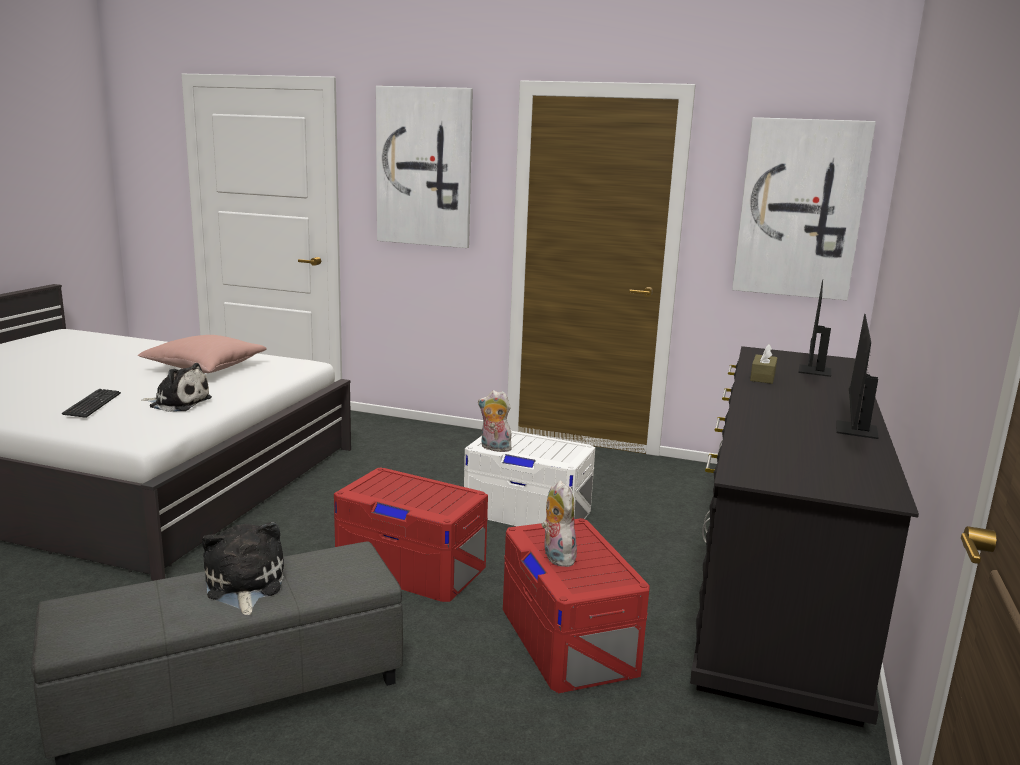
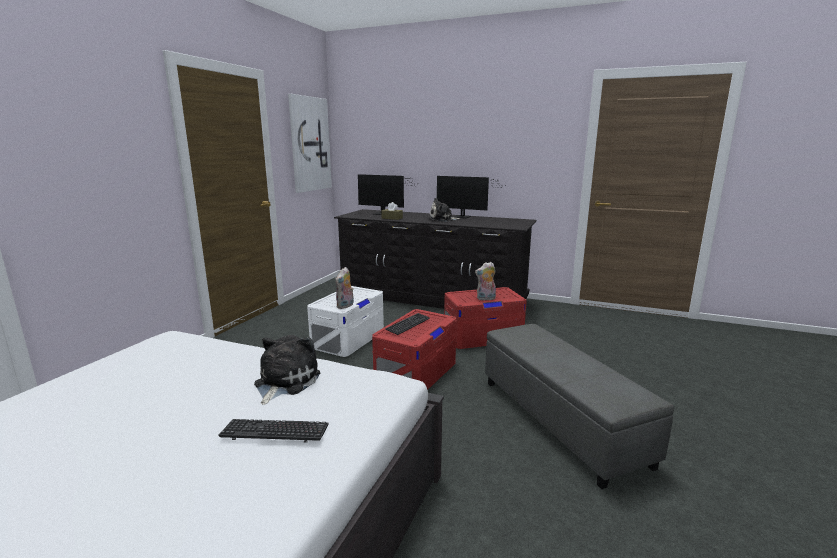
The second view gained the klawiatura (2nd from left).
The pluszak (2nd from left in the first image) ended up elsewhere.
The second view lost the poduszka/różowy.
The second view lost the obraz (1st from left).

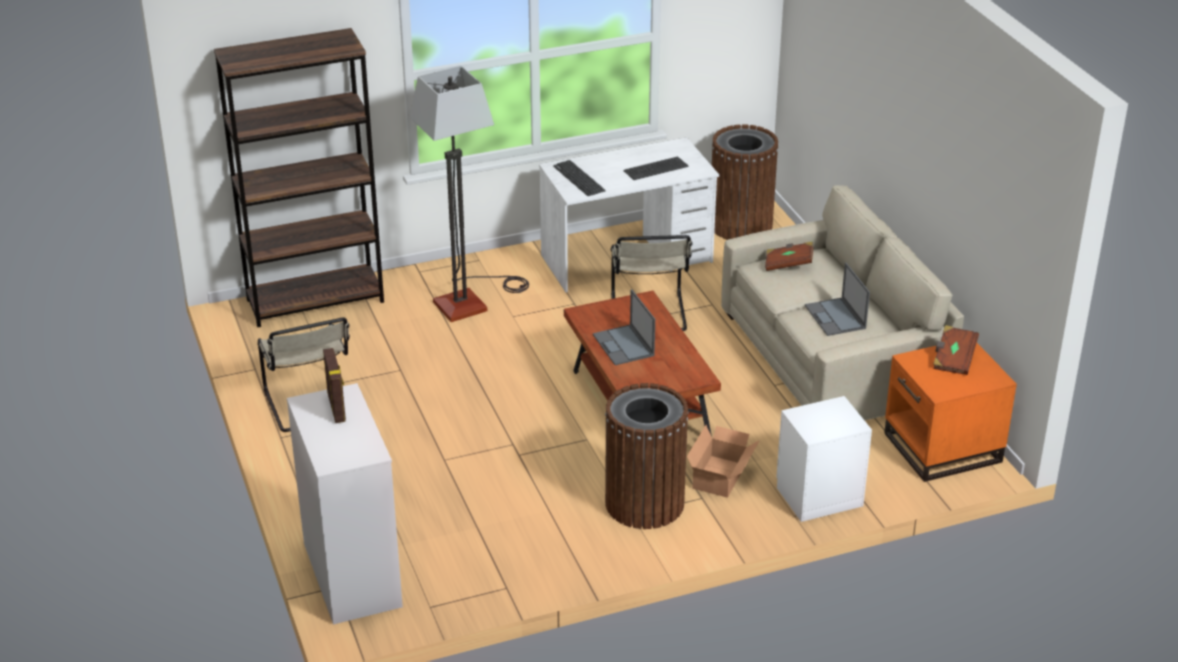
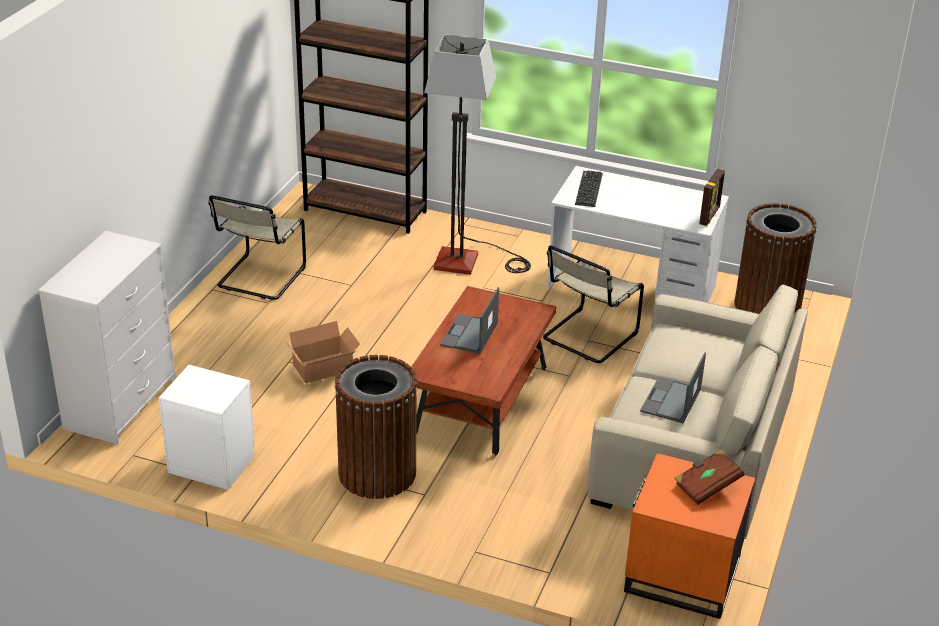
The szafka nocna/biały ended up elsewhere.
The karton ended up elsewhere.
The ramka na zdjęcie ended up elsewhere.
The second view lost the klawiatura (2nd from left).
The second view lost the książka/brązowy (1st from left).

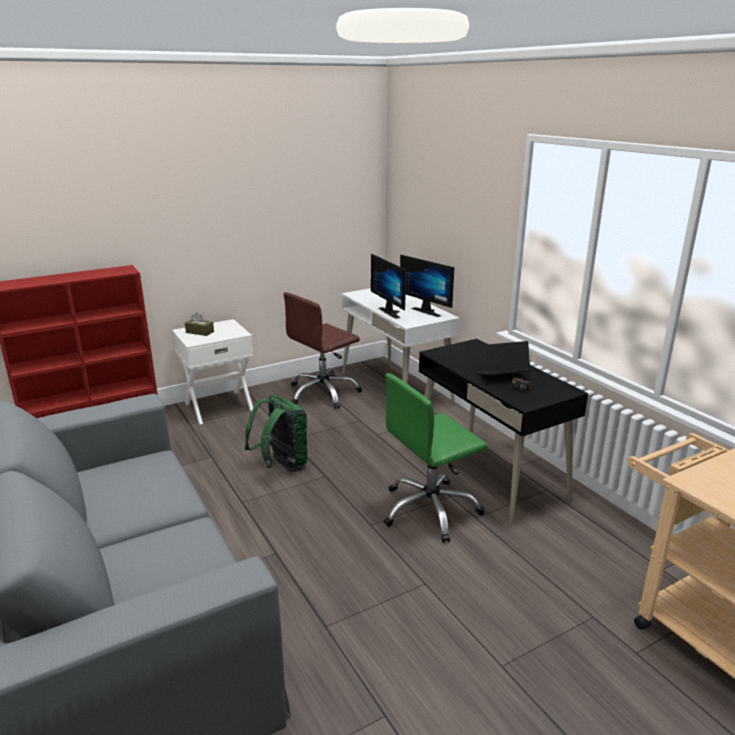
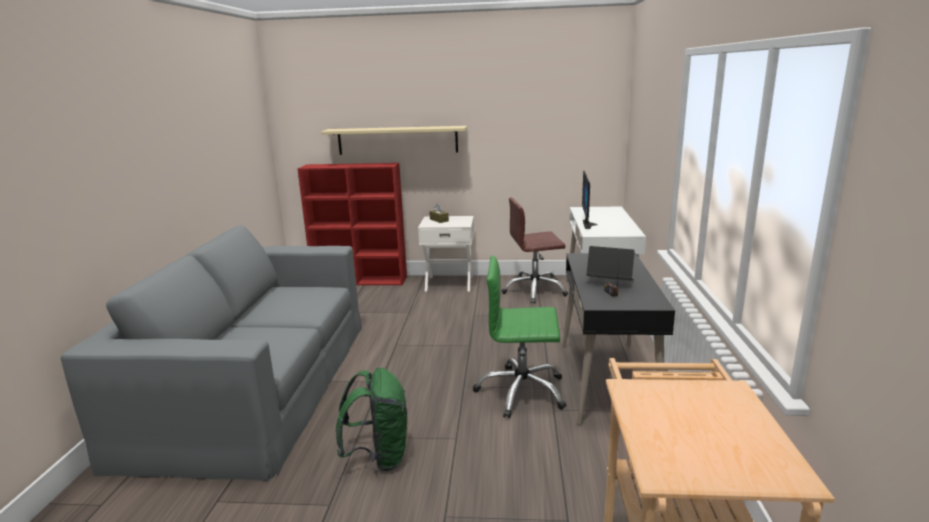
The second view gained the półka/beżowy.
The plecak/zielony ended up elsewhere.
The second view lost the monitor (2nd from left).

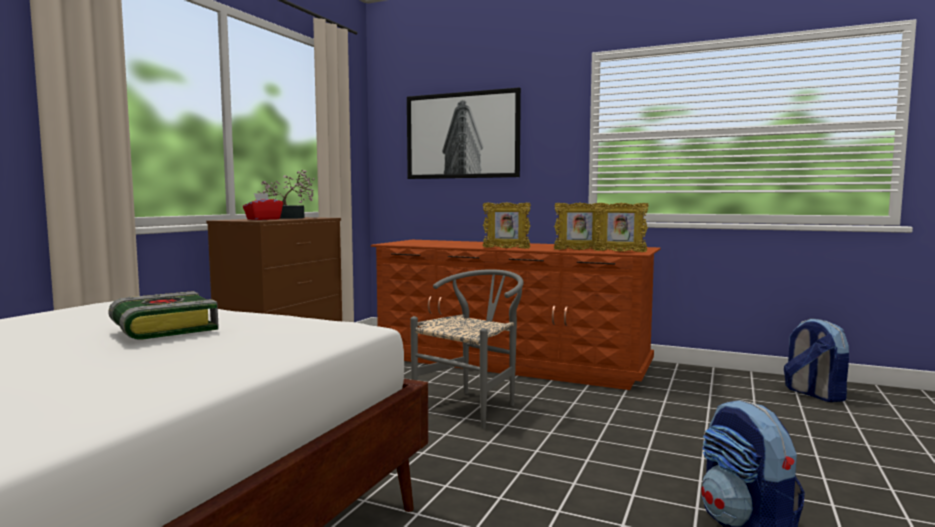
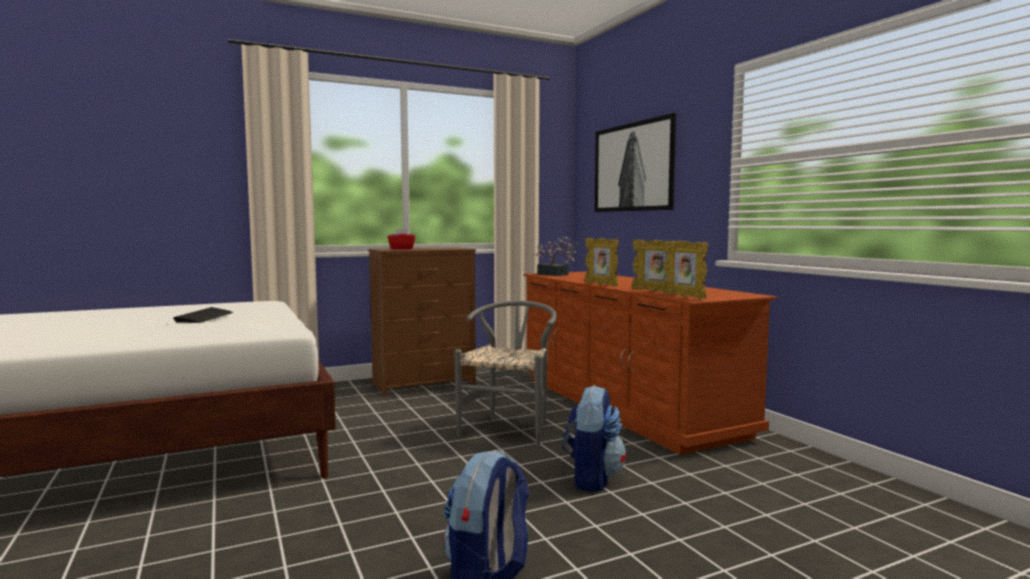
Where the książka stood, the klawiatura came to stand.
The krzesło/szary ended up facing another way, 60 degrees counterclockwise from before.
The roślina doniczkowa ended up elsewhere.
The plecak (2nd from left) ended up elsewhere.

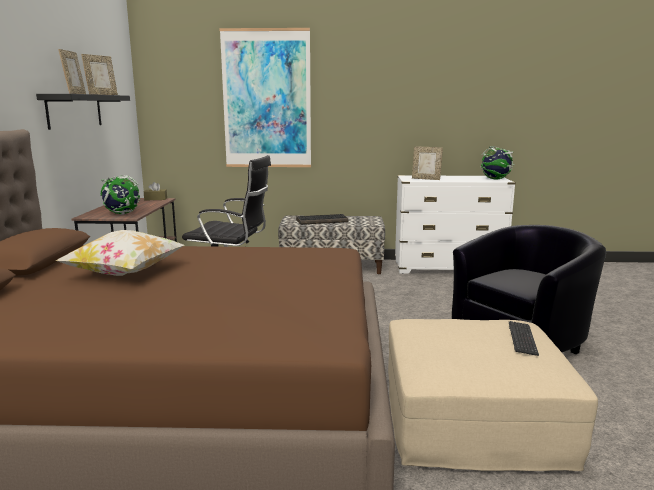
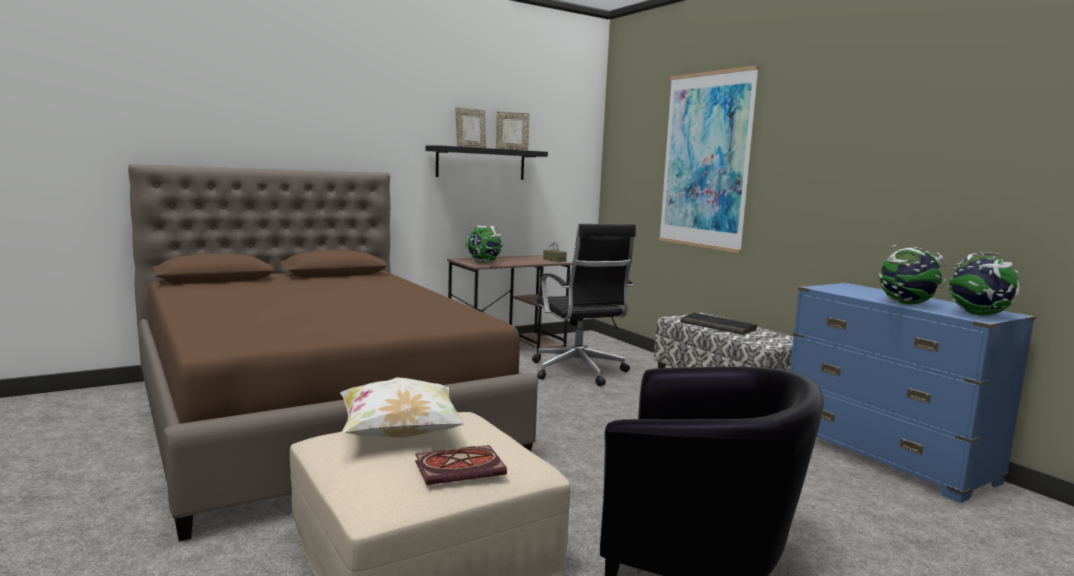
The poduszka ended up elsewhere.
Where the klawiatura (2nd from left) stood, the książka came to stand.
What was the komoda/biały turned into the komoda/niebieski.
The second view gained the globus (2nd from left).
The second view lost the ramka na zdjęcie (3rd from left).

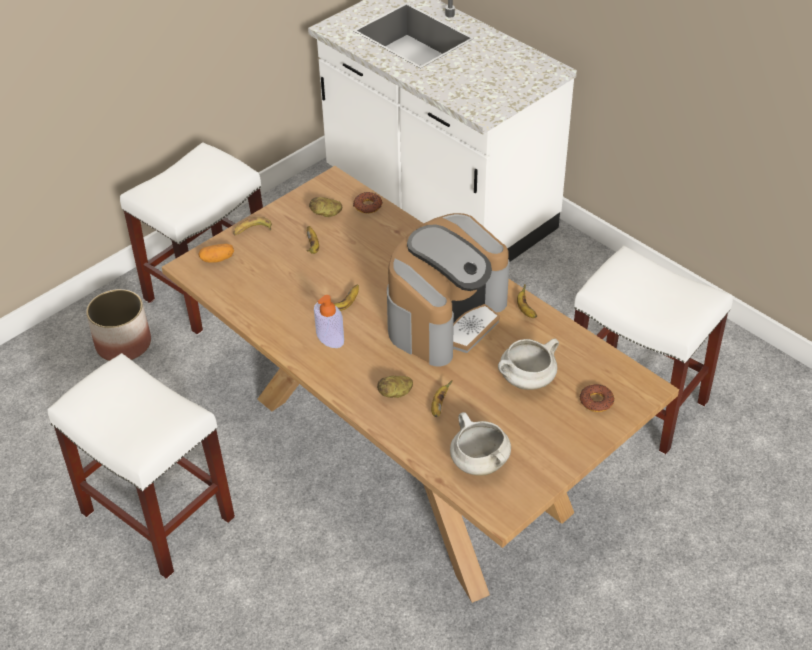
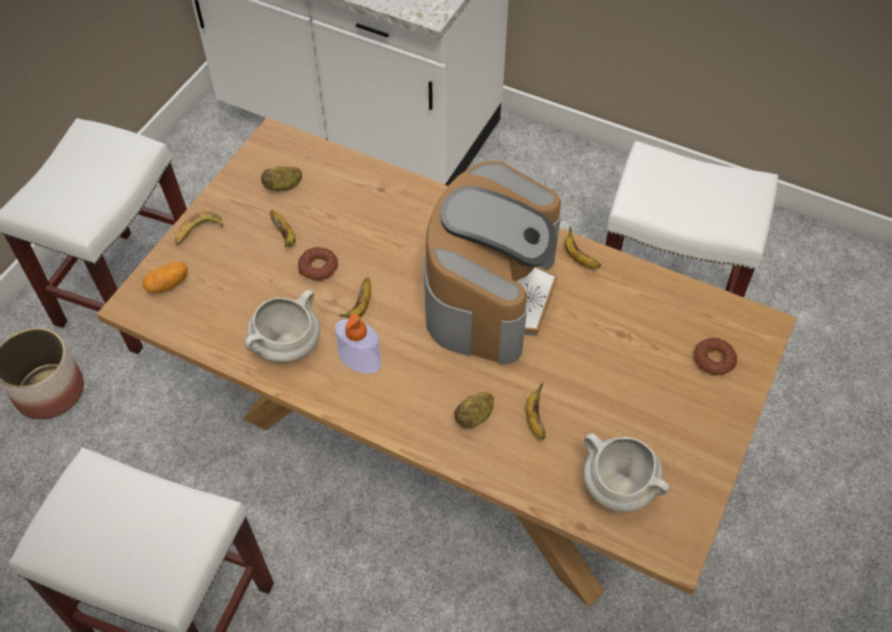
The garnek/biały (2nd from left in the first image) ended up elsewhere.
The donut (1st from left) ended up elsewhere.

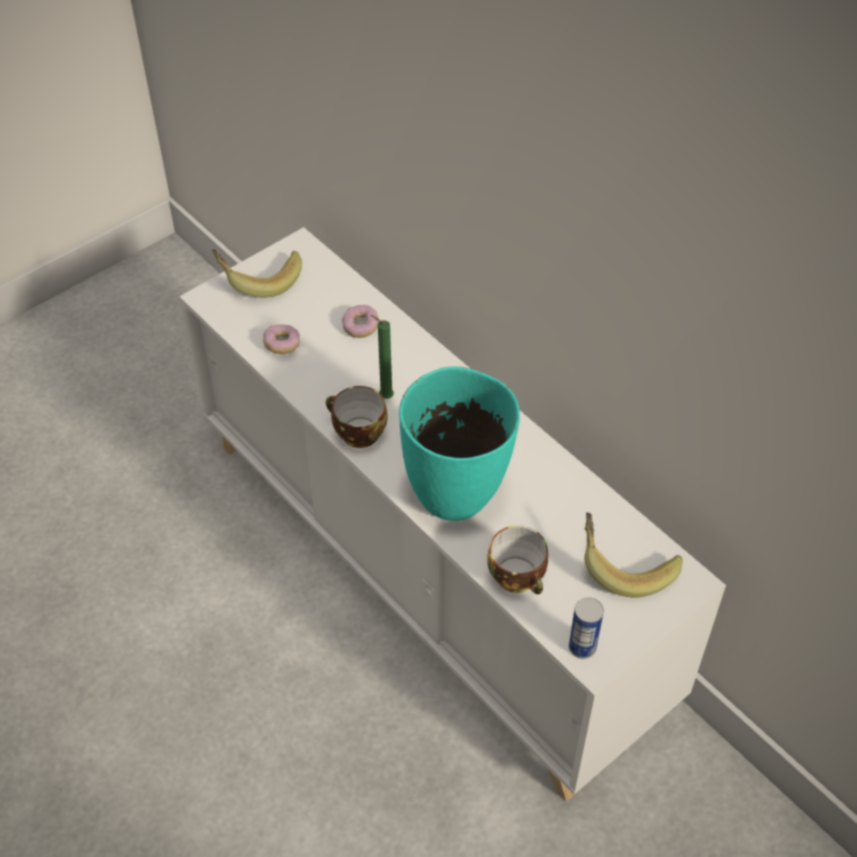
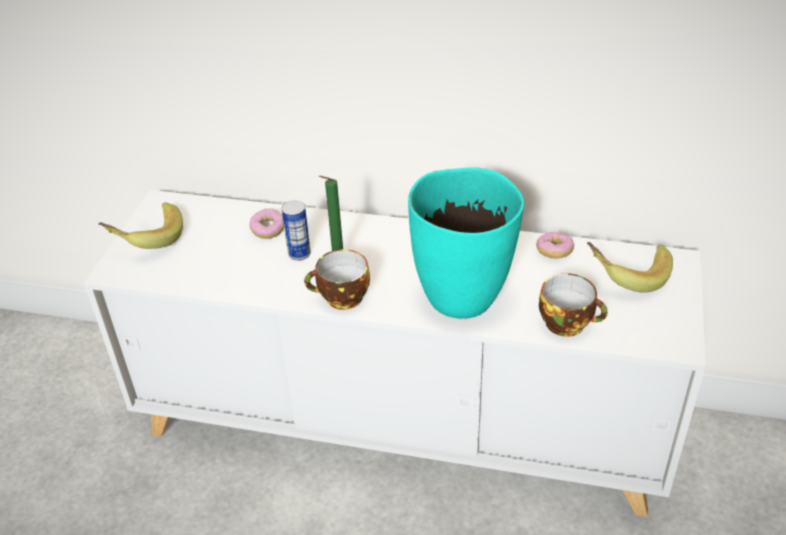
The puszka ended up elsewhere.
The donut (1st from left in the first image) ended up elsewhere.

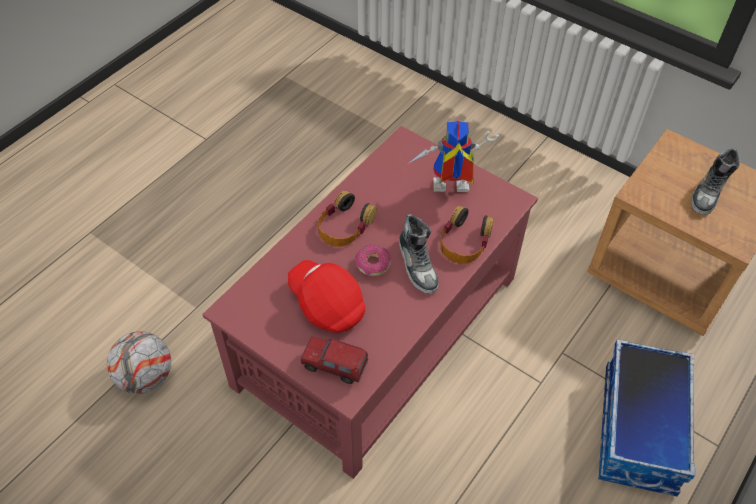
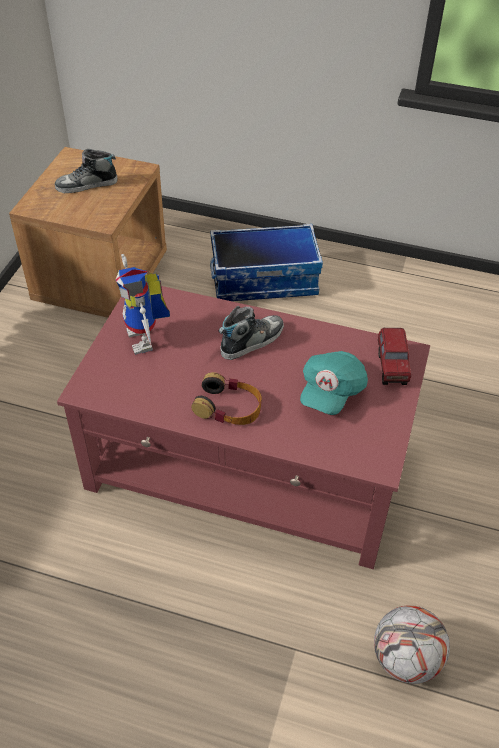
The but (2nd from left in the first image) ended up facing another way, 150 degrees clockwise from before.
What was the czapka z daszkiem/czerwony turned into the czapka z daszkiem/turkusowy.
The second view lost the donut.
The second view lost the słuchawki (2nd from left).

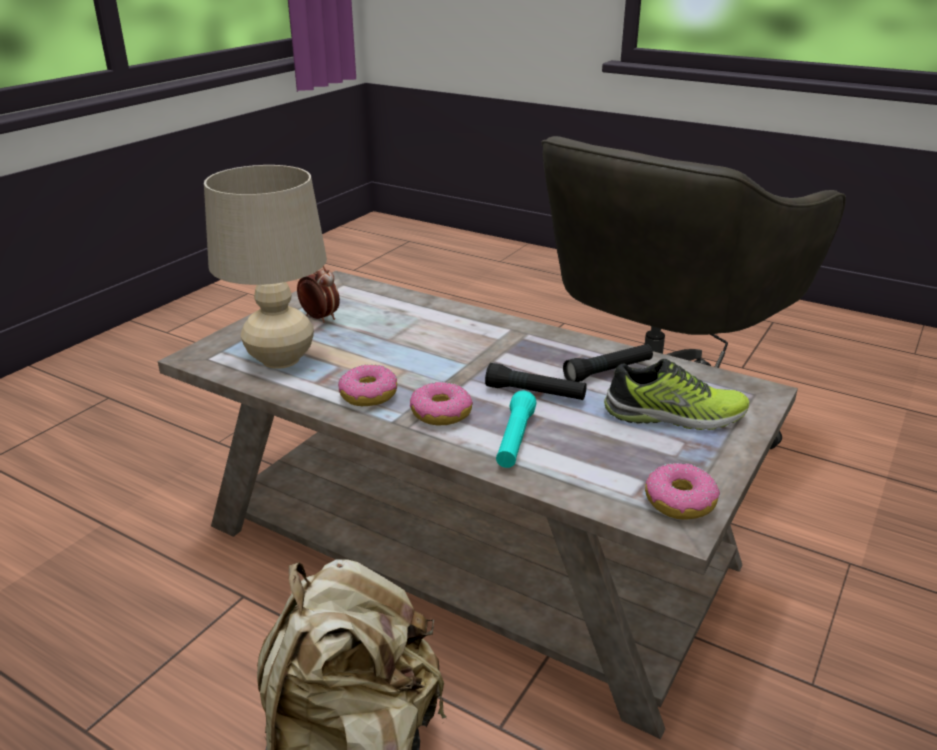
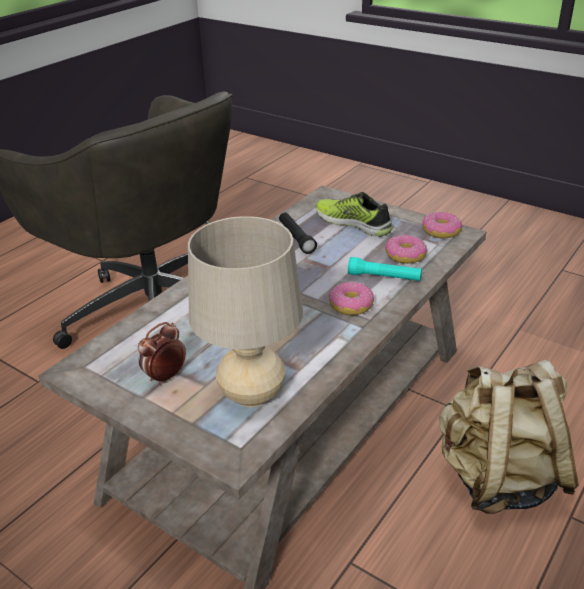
The but ended up facing another way, 60 degrees counterclockwise from before.
The donut (1st from left in the first image) ended up elsewhere.
The second view lost the latarka/czarny (1st from left).

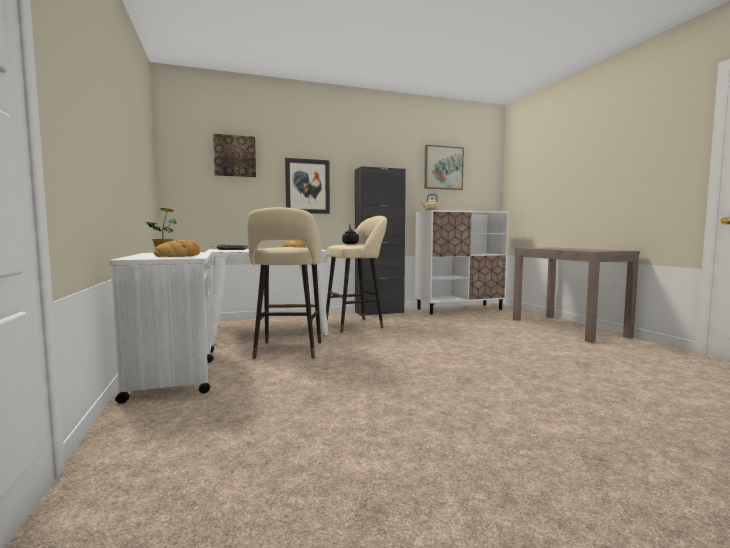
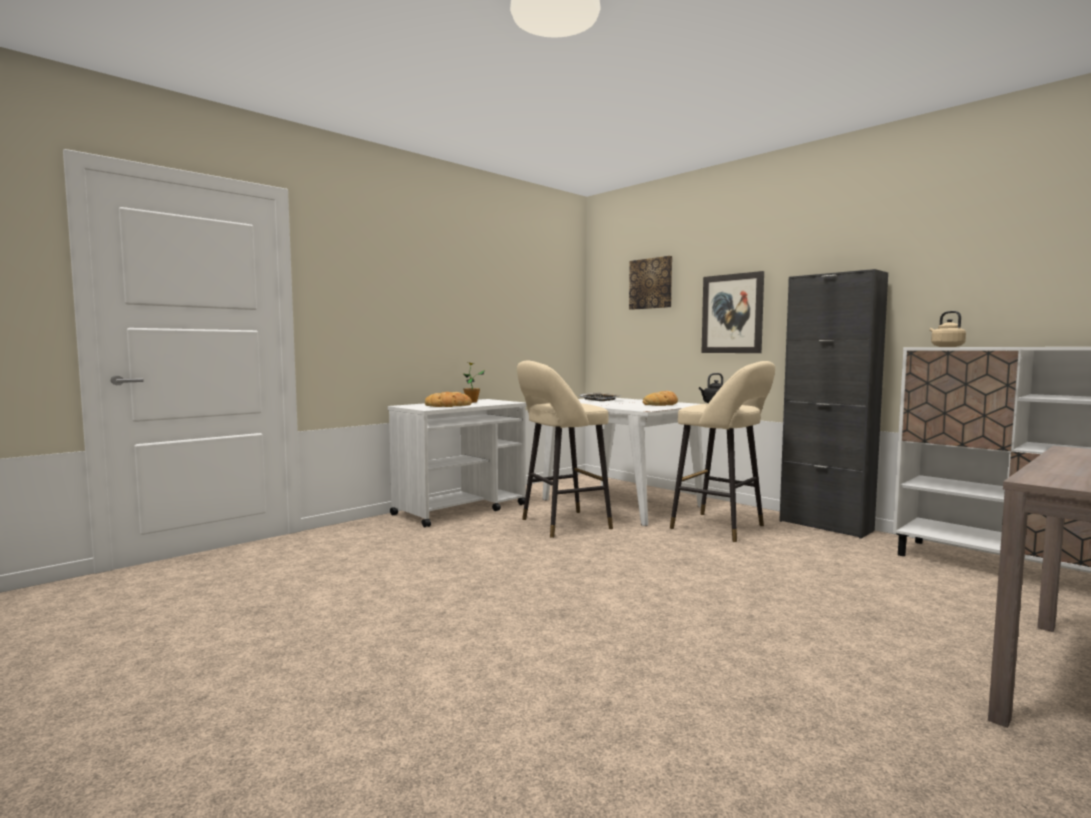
The second view lost the obraz (3rd from left).

